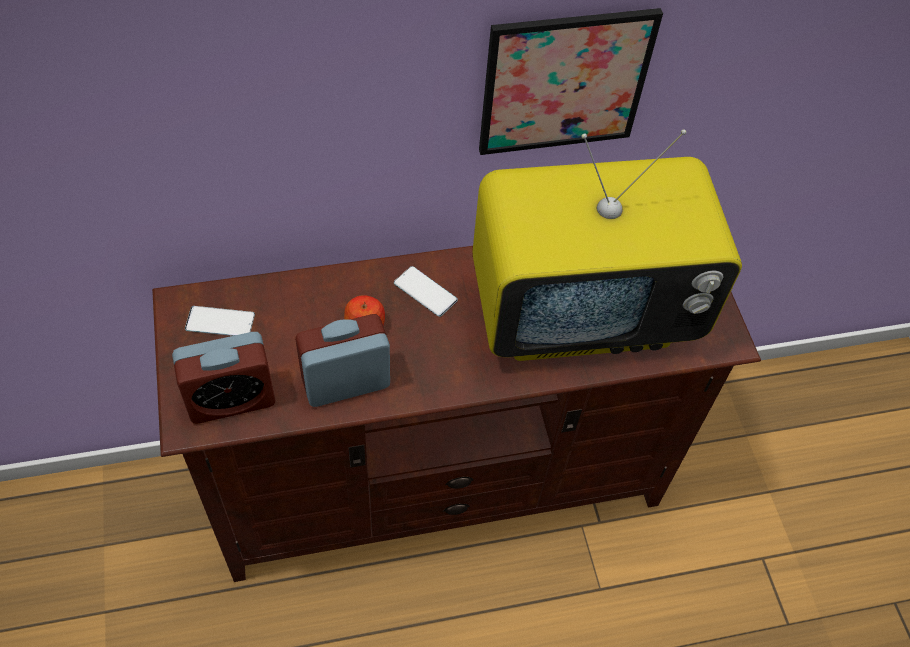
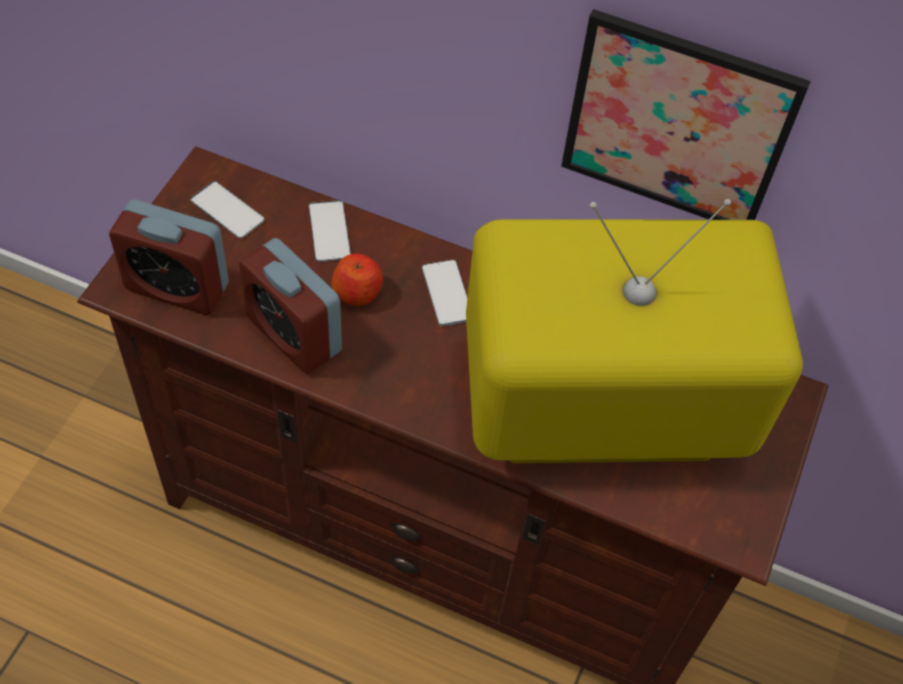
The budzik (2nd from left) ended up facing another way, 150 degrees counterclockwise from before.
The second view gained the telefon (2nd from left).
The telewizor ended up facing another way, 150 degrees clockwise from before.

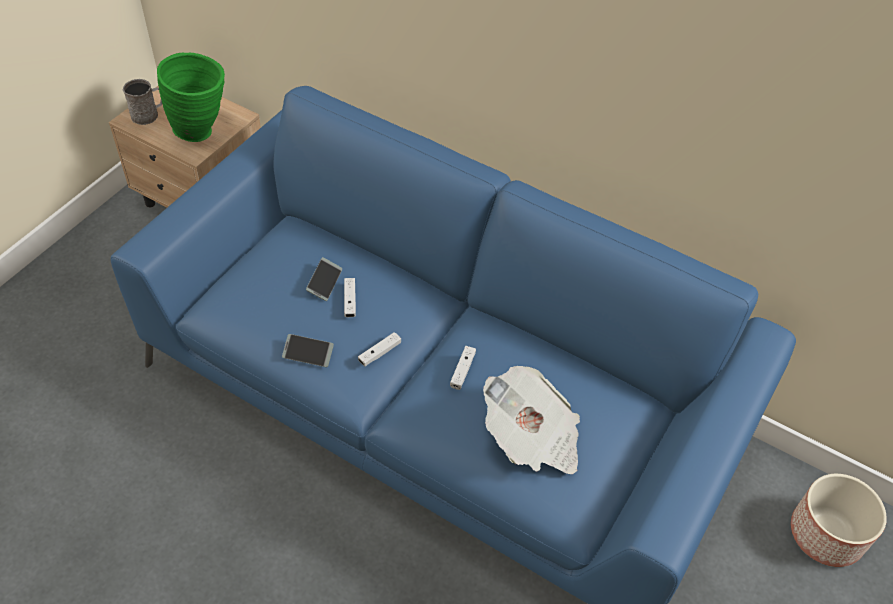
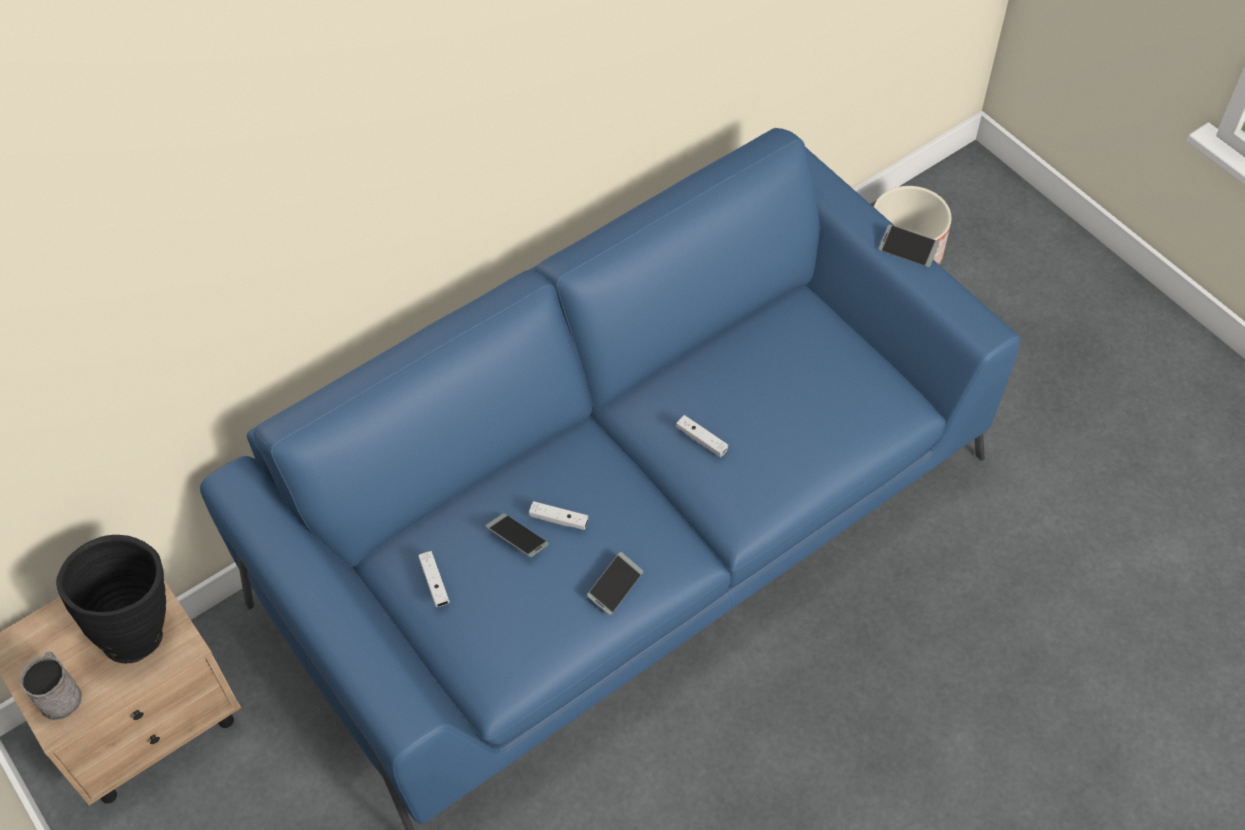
What was the wazon/zielony turned into the wazon/czarny.
The pad do gier/biały (2nd from left in the first image) ended up elsewhere.
The second view gained the telefon (3rd from left).
The second view lost the gazeta.

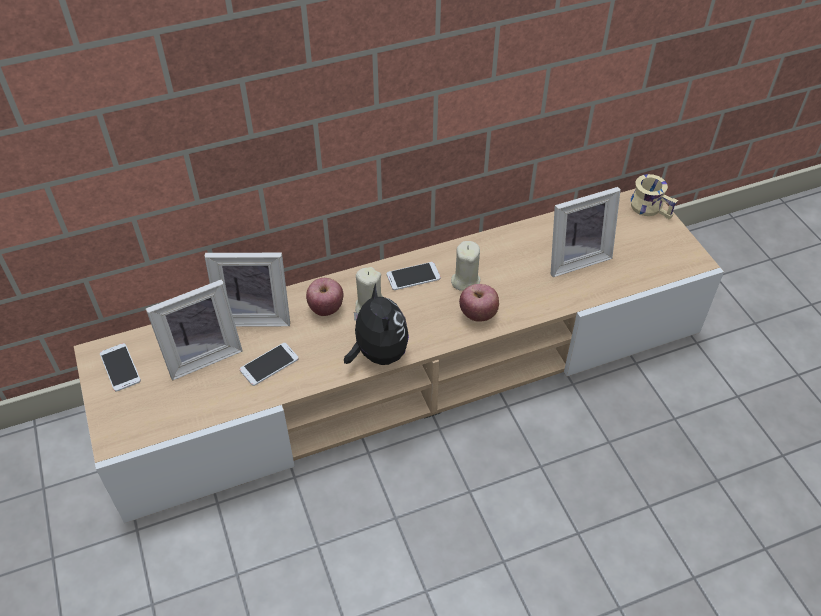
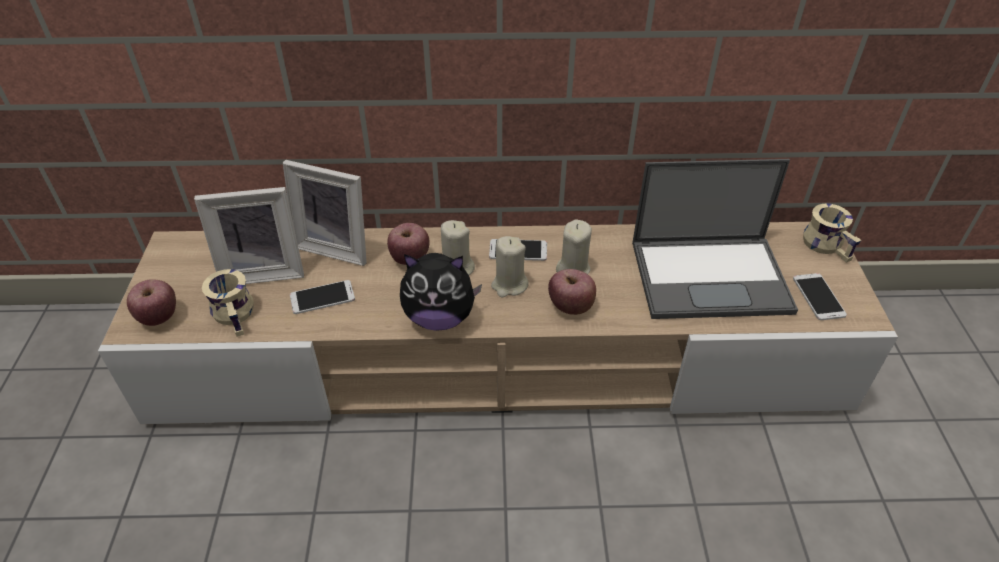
The second view gained the jabłko (1st from left).
The second view gained the kubek/beżowy (1st from left).
The pluszak ended up facing another way, 90 degrees clockwise from before.
The second view gained the świeca/beżowy (2nd from left).
Where the ramka na zdjęcie (3rd from left) stood, the laptop came to stand.
The telefon (1st from left in the first image) ended up elsewhere.

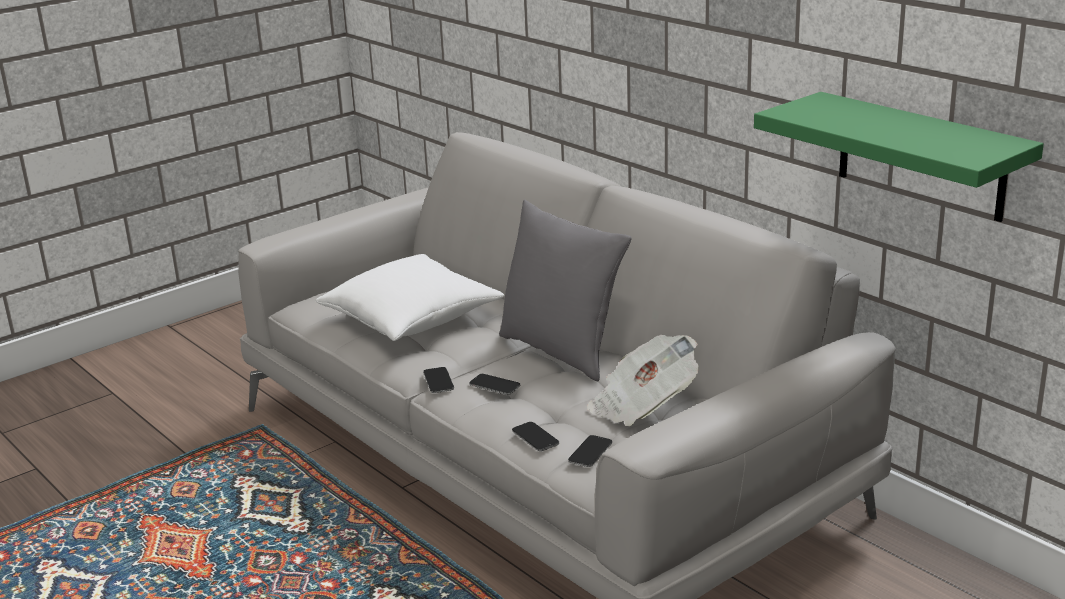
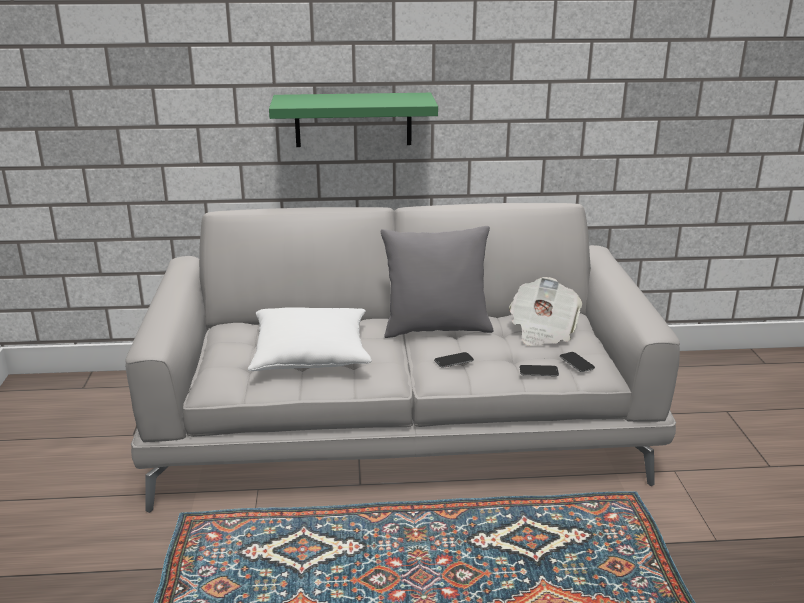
The półka/zielony ended up elsewhere.
The second view lost the telefon (1st from left).

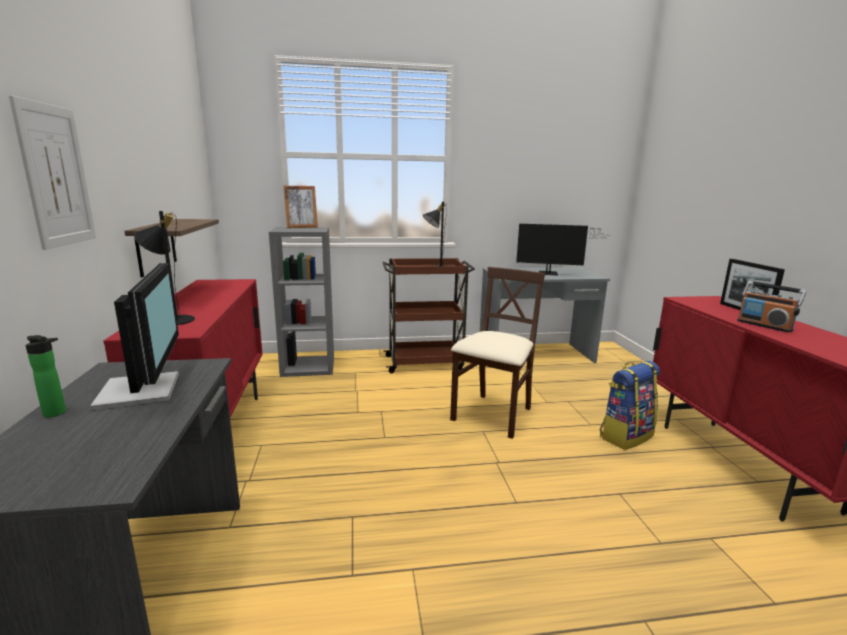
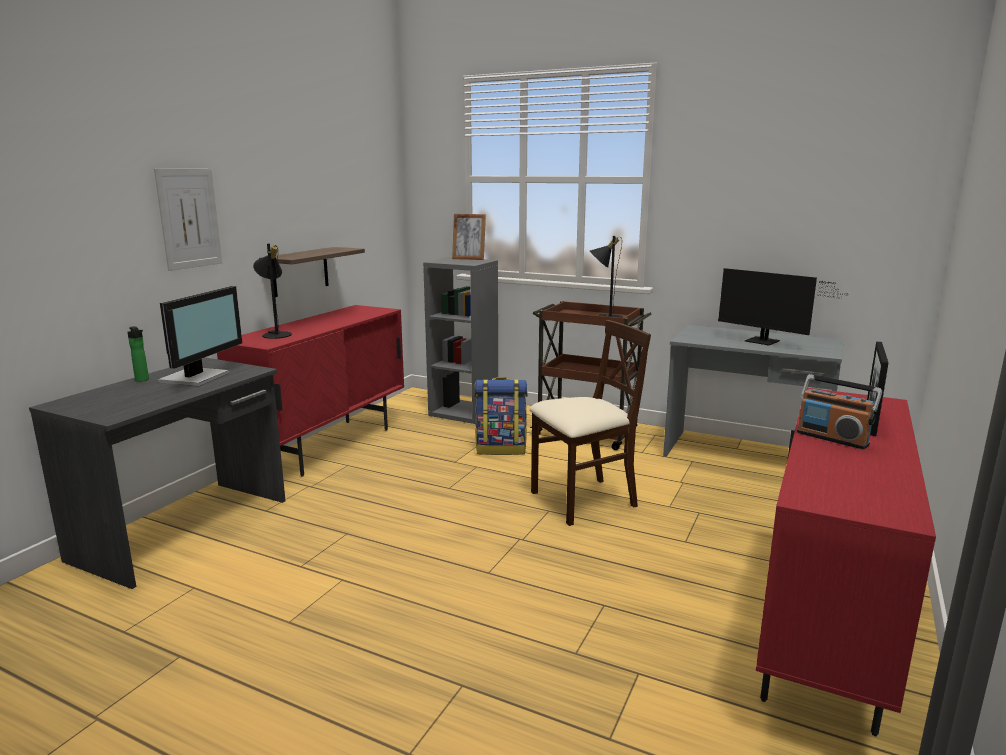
The plecak ended up elsewhere.
The radio ended up facing another way, 45 degrees counterclockwise from before.

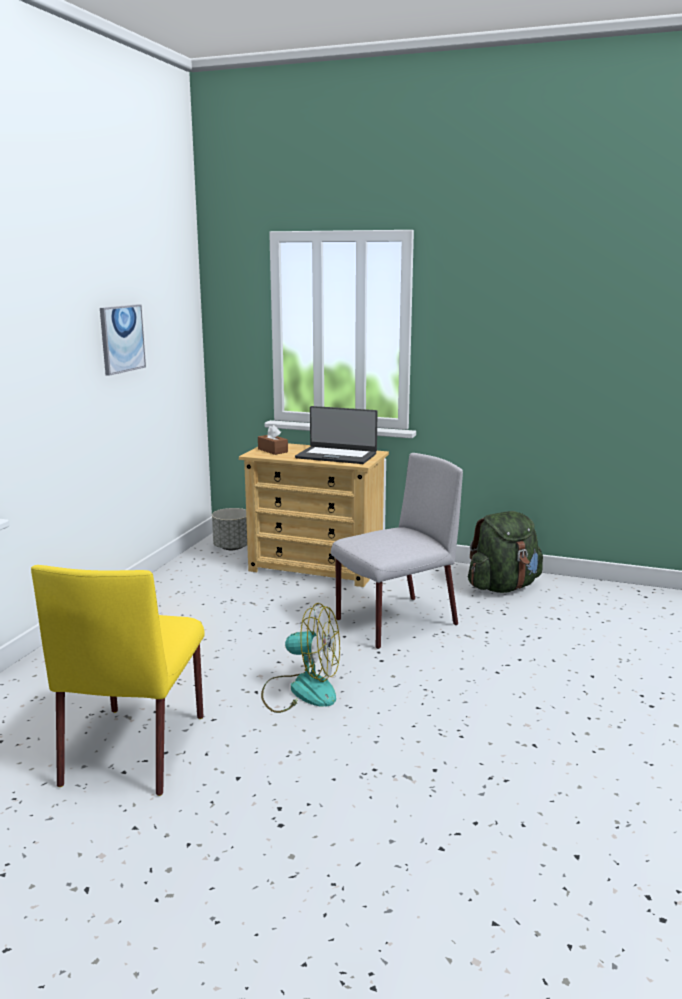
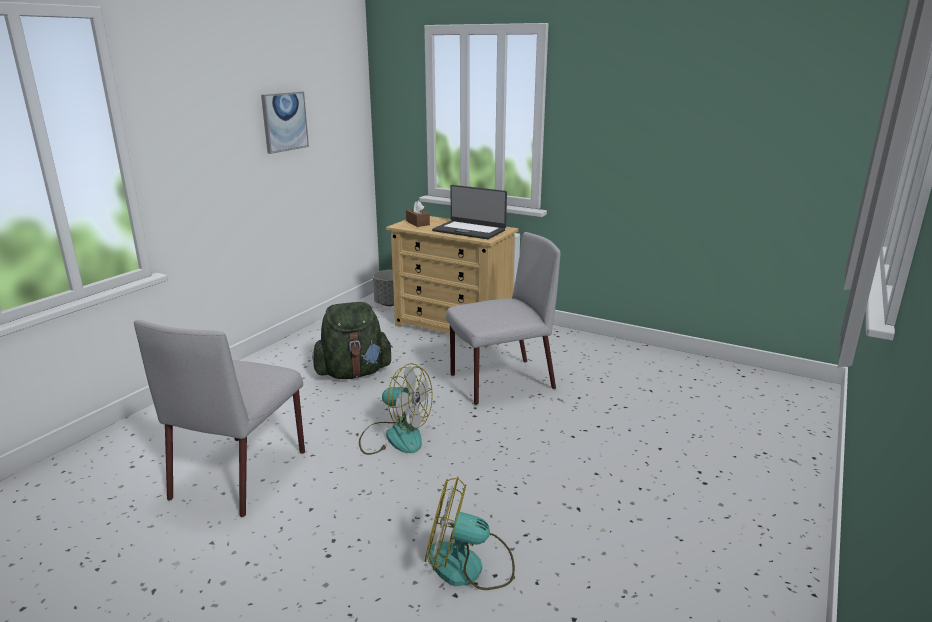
What was the krzesło/żółty turned into the krzesło/szary (1st from left).
The plecak/zielony ended up elsewhere.
The second view gained the wentylator (2nd from left).

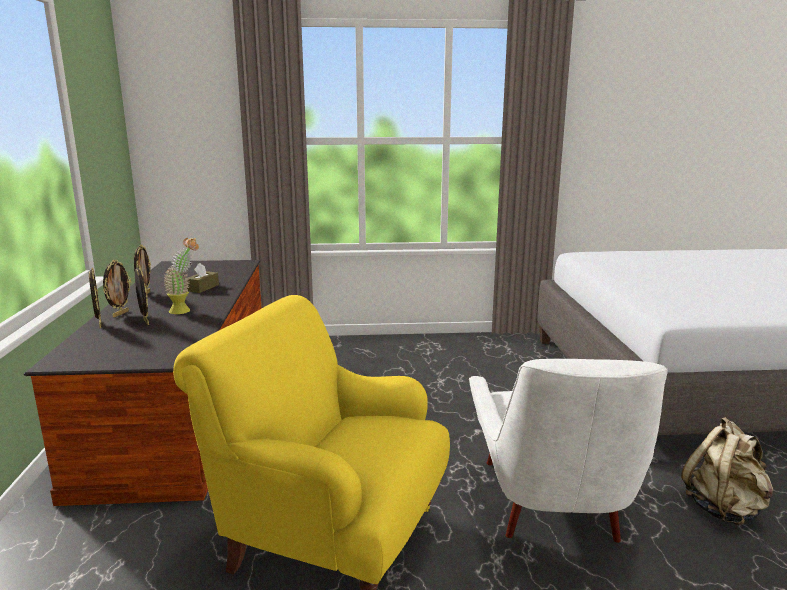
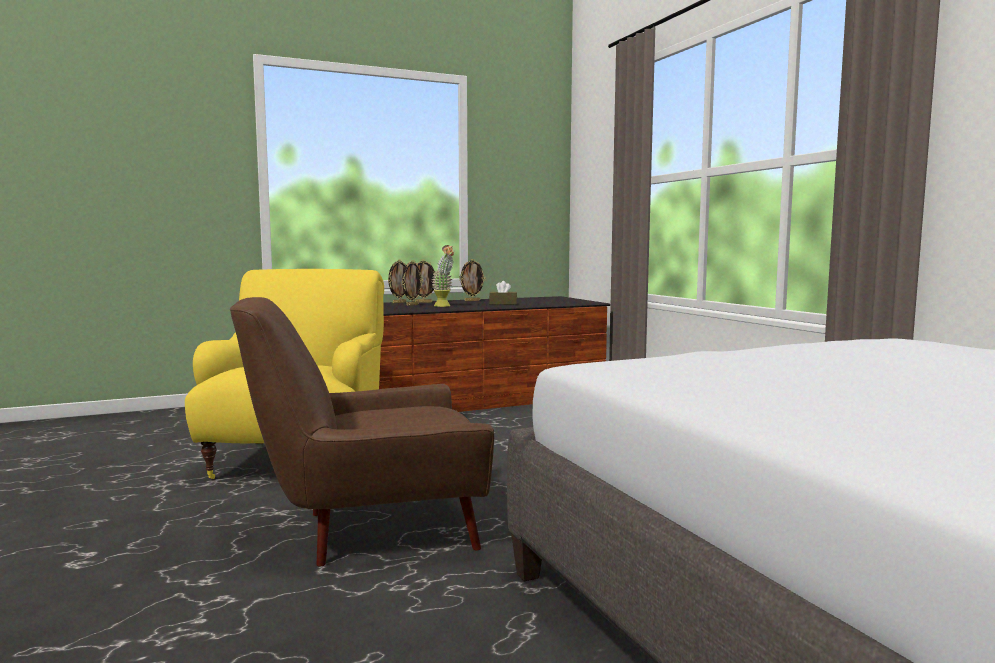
What was the fotel/biały turned into the fotel/brązowy.
The second view lost the plecak/beżowy.

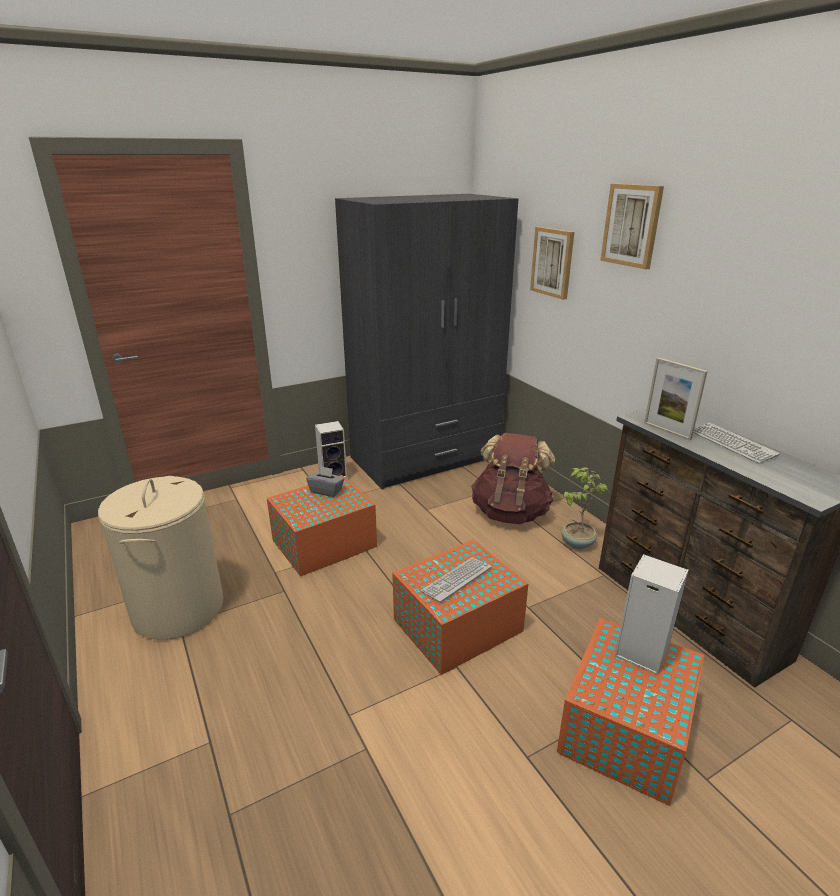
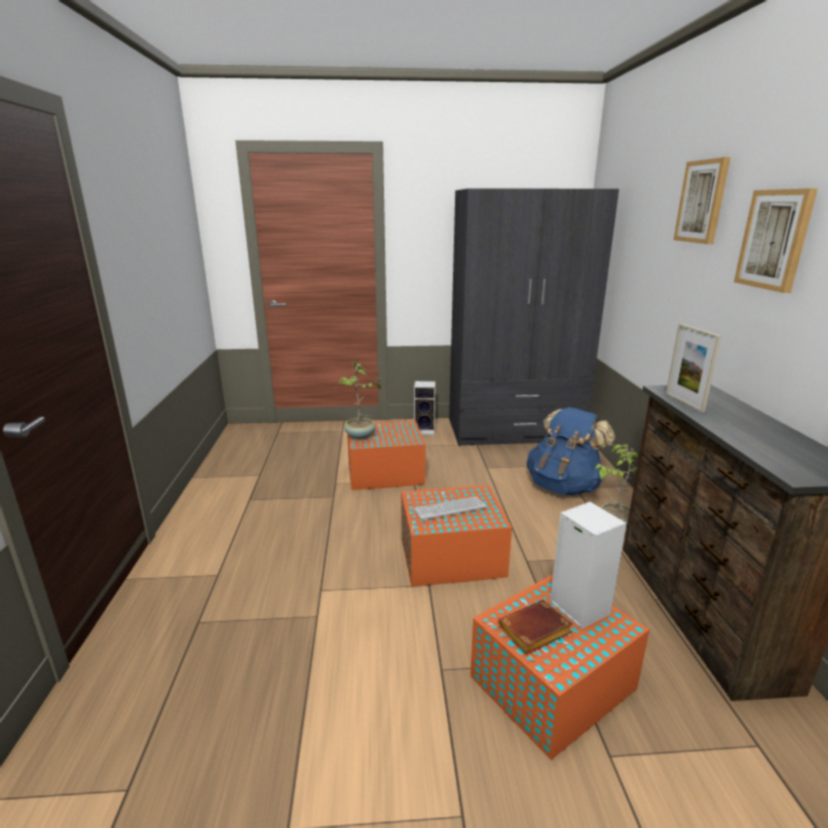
The second view gained the roślina doniczkowa (1st from left).
The second view gained the książka/brązowy.
What was the plecak/brązowy turned into the plecak/niebieski.
The obraz (1st from left in the first image) ended up elsewhere.
The second view lost the kosz na pranie/beżowy.
The second view lost the pudełko chusteczek/szary.
The second view lost the klawiatura (2nd from left).

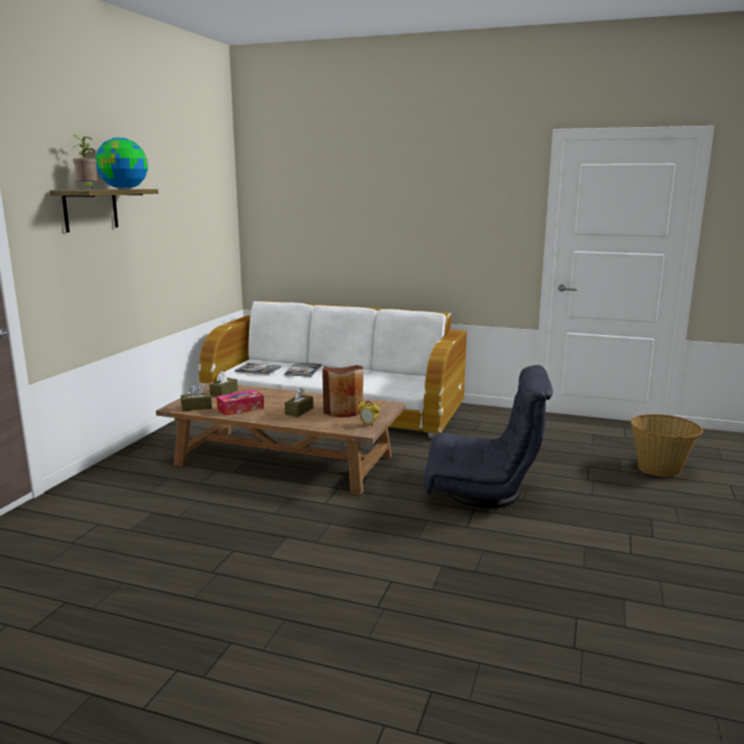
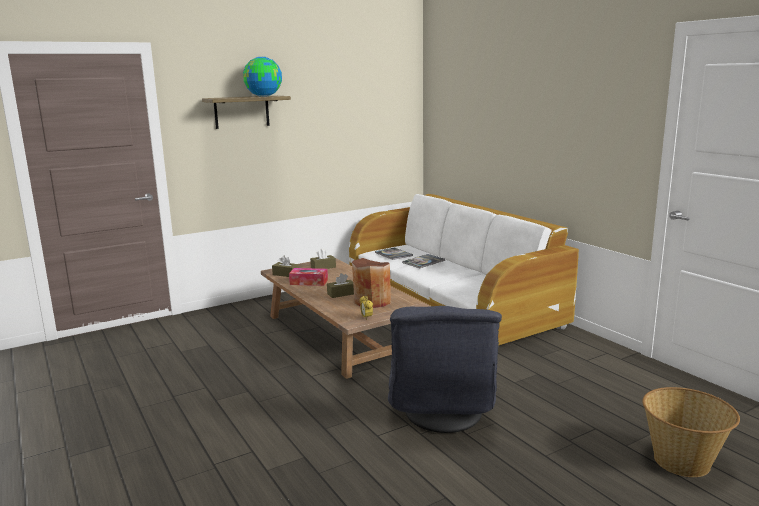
The fotel/szary ended up facing another way, 45 degrees clockwise from before.
The second view lost the roślina doniczkowa.

